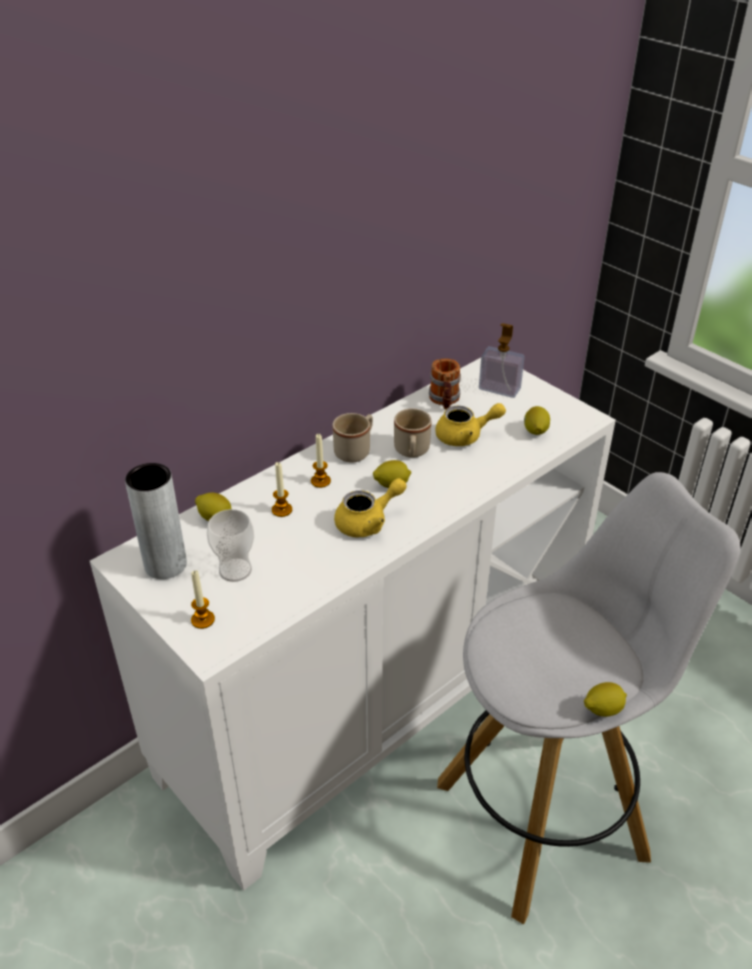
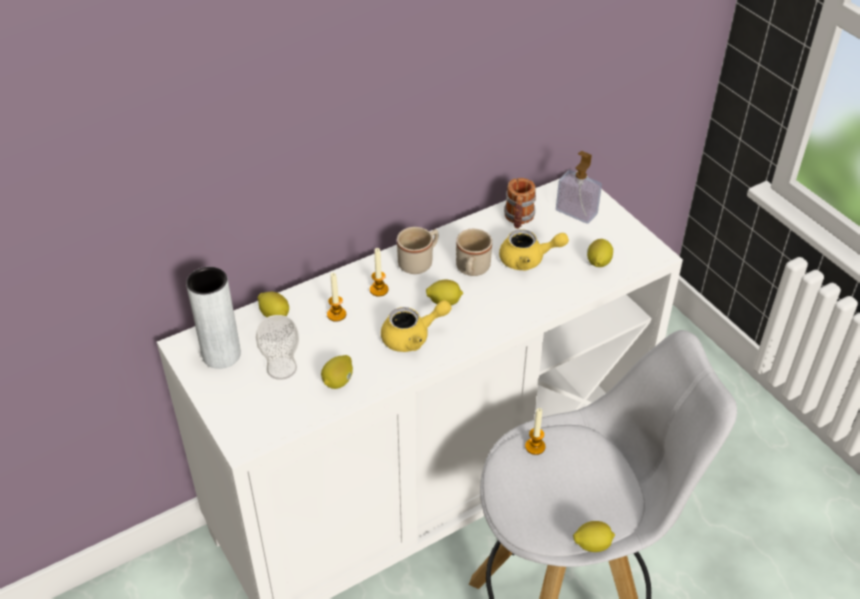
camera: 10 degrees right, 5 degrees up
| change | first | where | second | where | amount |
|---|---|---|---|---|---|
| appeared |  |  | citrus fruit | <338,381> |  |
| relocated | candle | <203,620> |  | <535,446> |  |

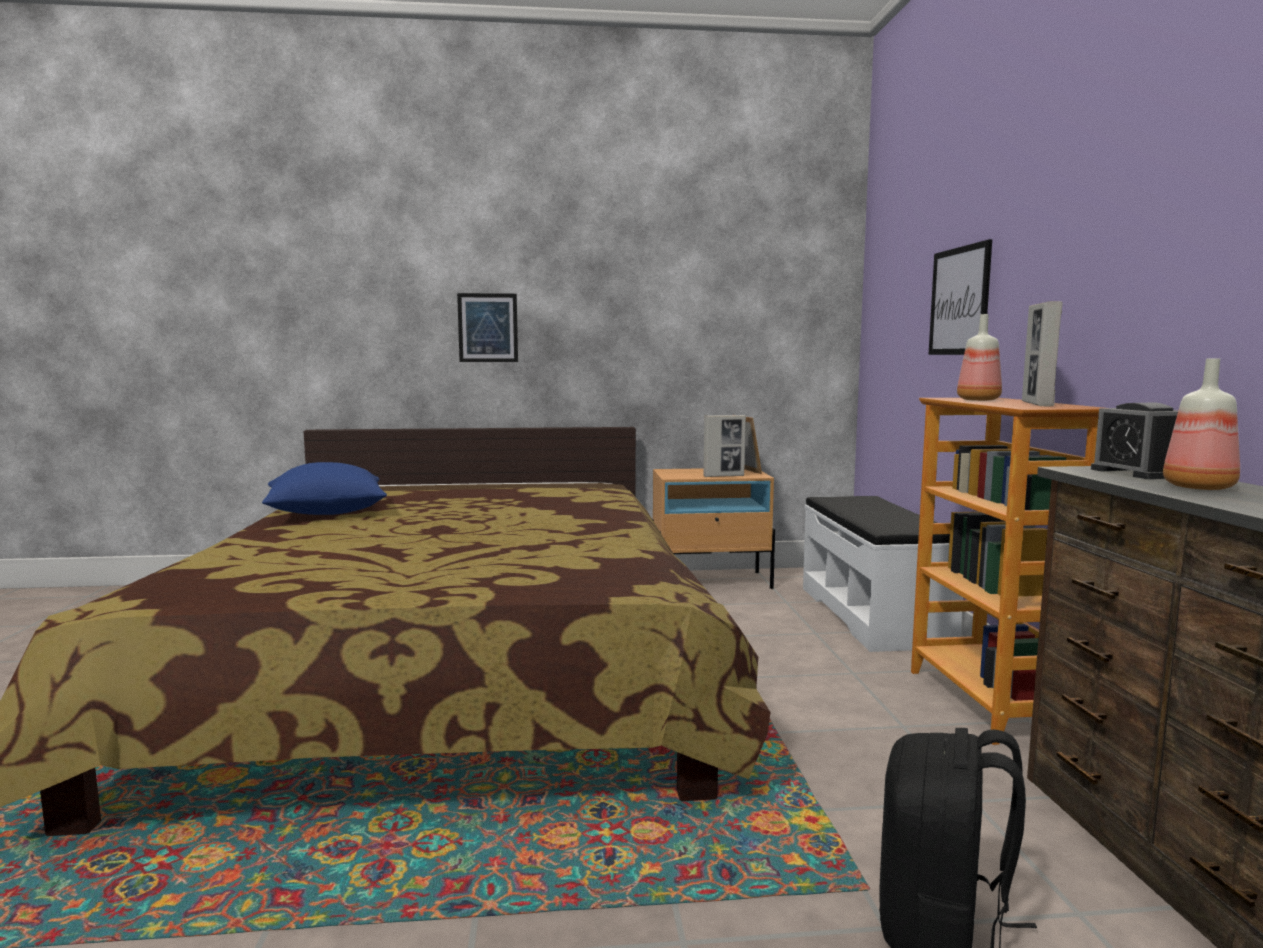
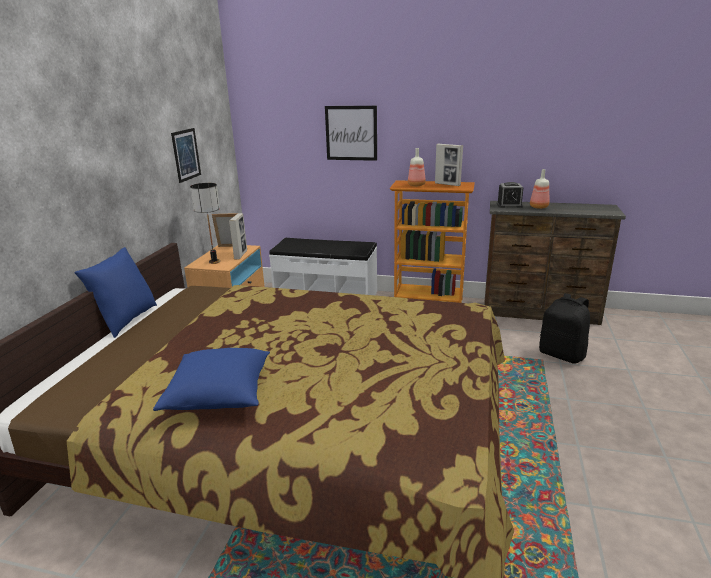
camera: 70 degrees left, 15 degrees up
| change | first | where | second | where | amount |
|---|---|---|---|---|---|
| appeared |  |  | blue-coloured pillow | <126,320> |  |
| relocated | picture | <488,328> |  | <186,155> |  |
| appeared |  |  | lamp for a table | <214,262> |  |

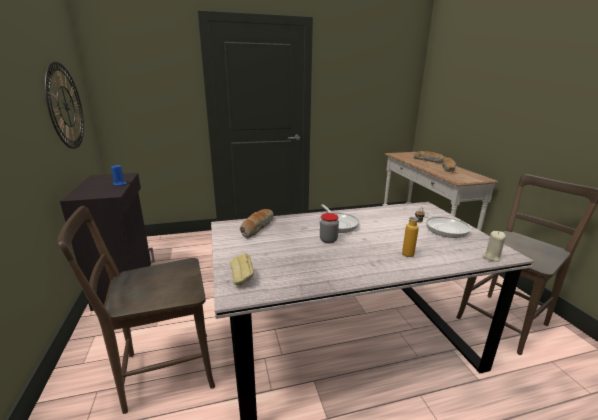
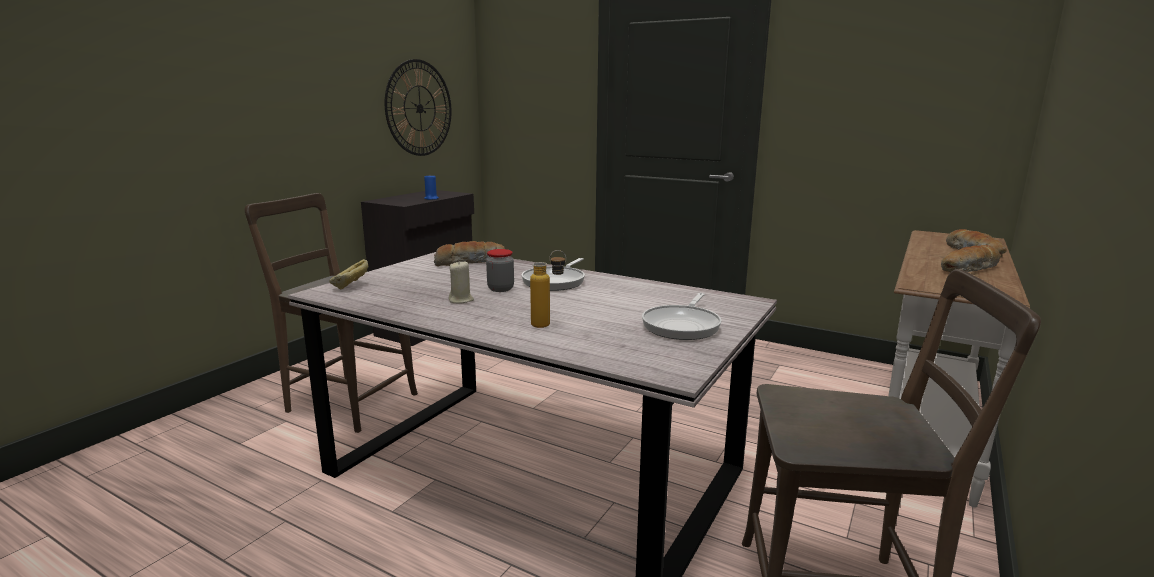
camera: 45 degrees right, 5 degrees down
| change | first | where | second | where | amount |
|---|---|---|---|---|---|
| relocated | beige-coloured candle | <491,257> |  | <461,300> |  |

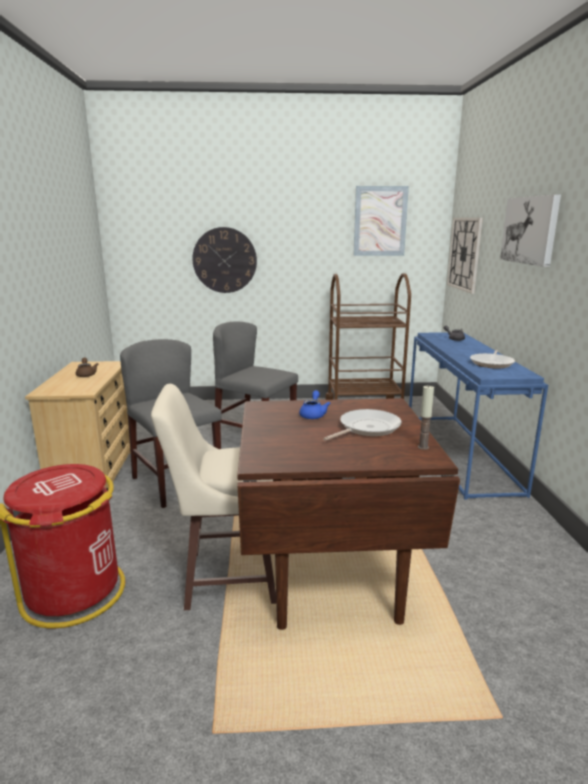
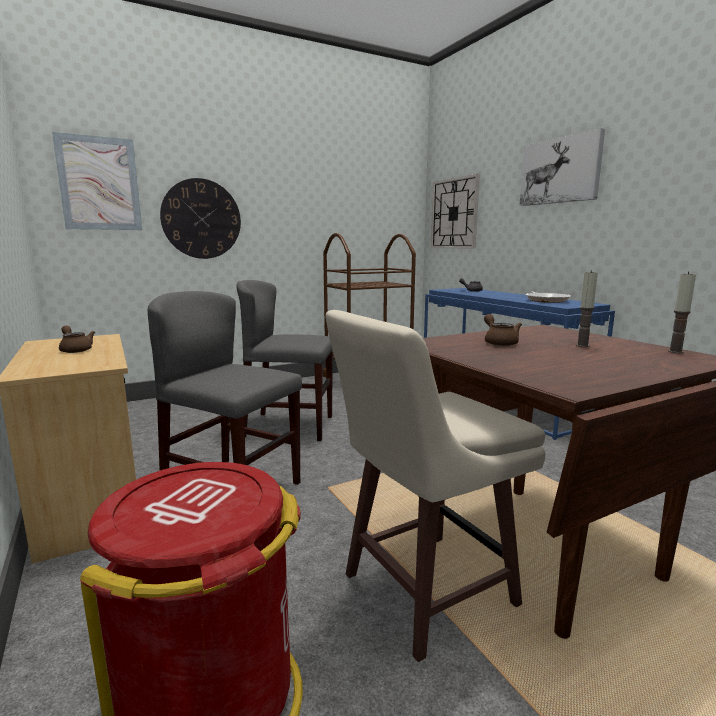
camera: 25 degrees left, 5 degrees down
| change | first | where | second | where | amount |
|---|---|---|---|---|---|
| relocated | picture | <380,221> |  | <99,184> |  |
| colour | blue-coloured teapot | <313,414> | brown-coloured teapot | <499,342> |  |
| exchanged | skillet | <366,428> | candle | <582,345> |  |

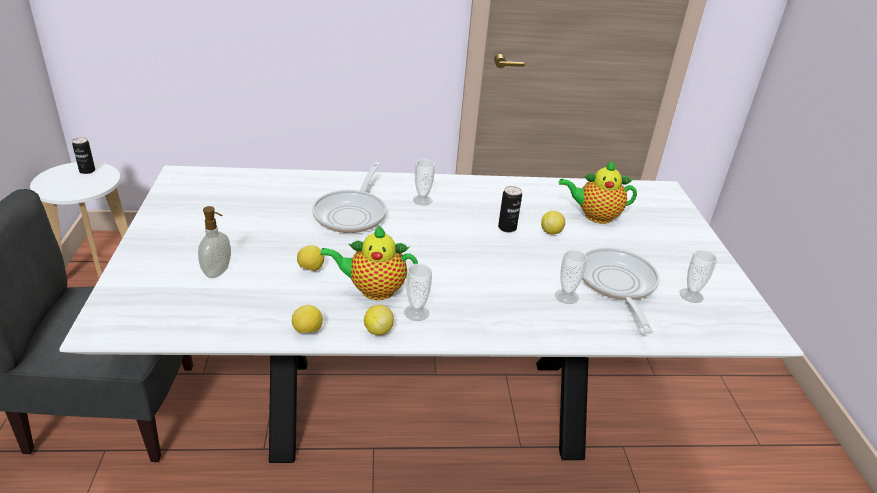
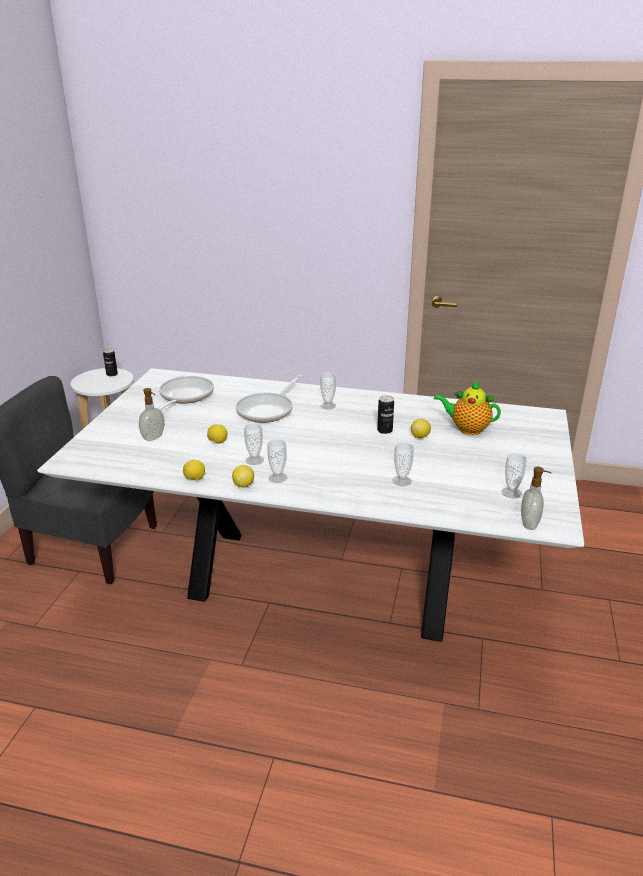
camera: 20 degrees right, 5 degrees down
| change | first | where | second | where | amount |
|---|---|---|---|---|---|
| relocated | skillet | <617,285> |  | <184,396> |  |
| exchanged | teapot | <373,290> | small cup | <254,460> |  |
| appeared |  |  | soap dispenser | <530,524> |  |

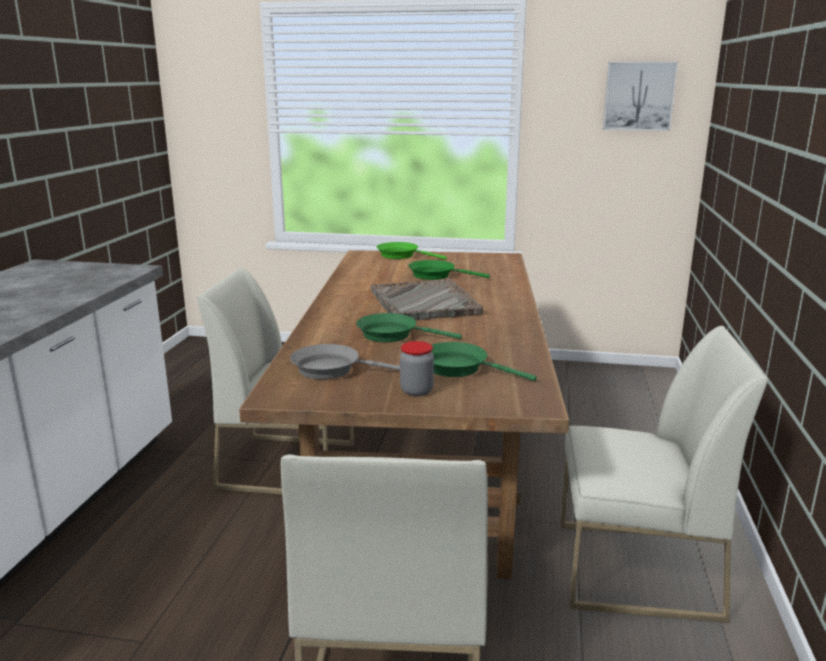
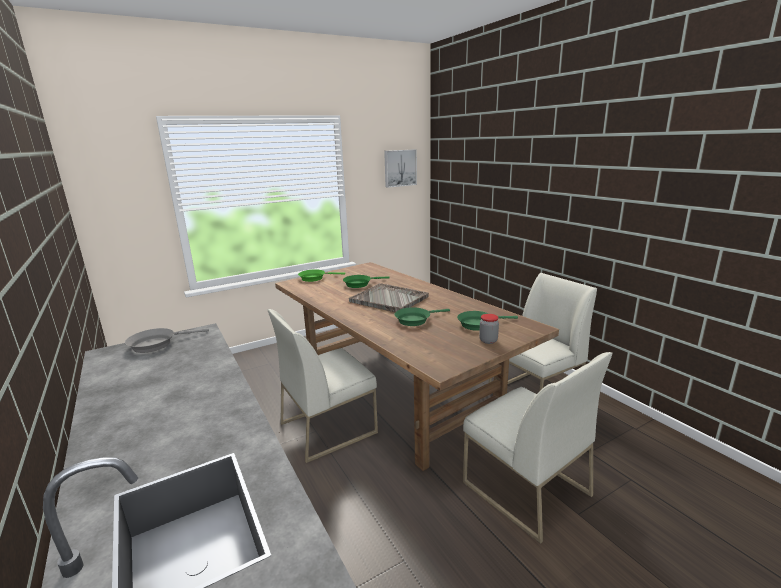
camera: 40 degrees left, 0 degrees up
| change | first | where | second | where | amount |
|---|---|---|---|---|---|
| relocated | grey skillet | <332,369> |  | <156,344> |  |

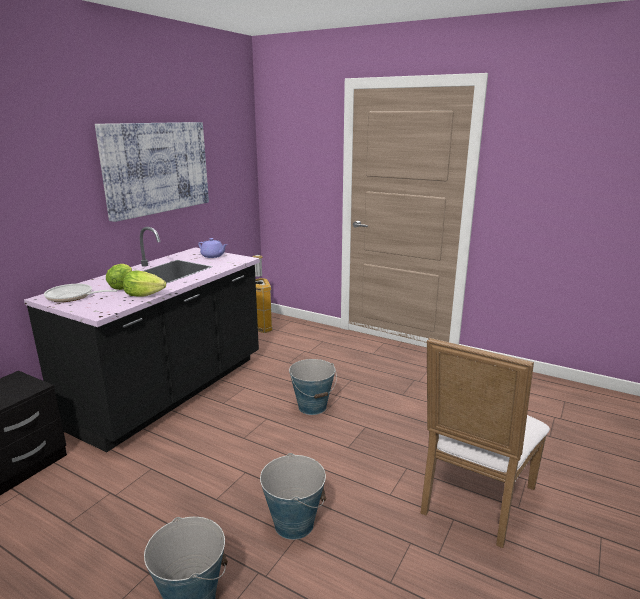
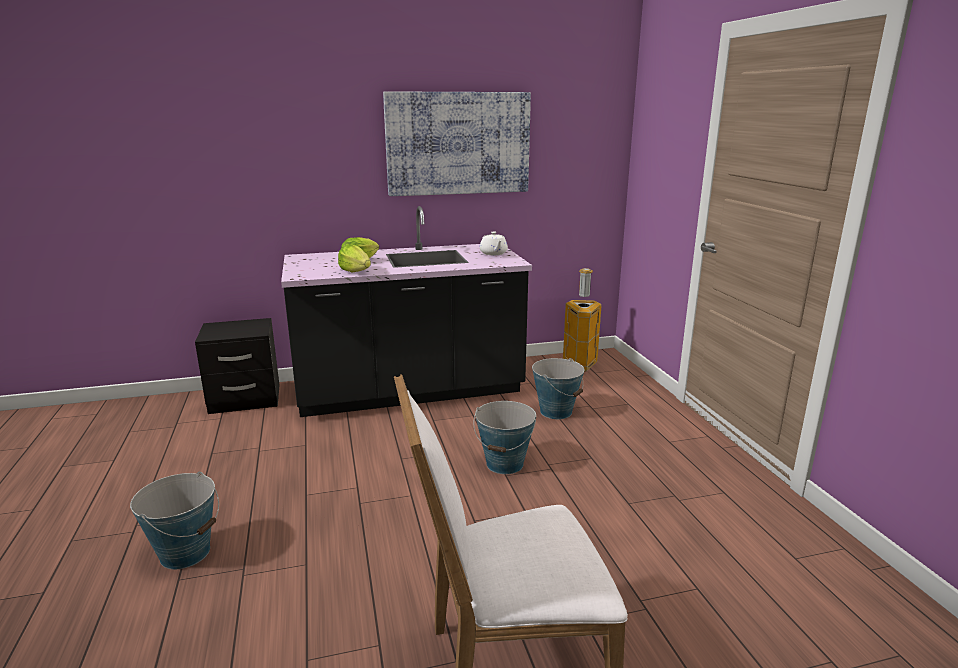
camera: 45 degrees right, 0 degrees up
| change | first | where | second | where | amount |
|---|---|---|---|---|---|
| colour | purple-coloured teapot | <213,256> | whitish teapot | <493,253> |  |
| relocated | bucket | <294,523> |  | <556,411> |  |
| missing | skillet | <73,297> |  |  |  |

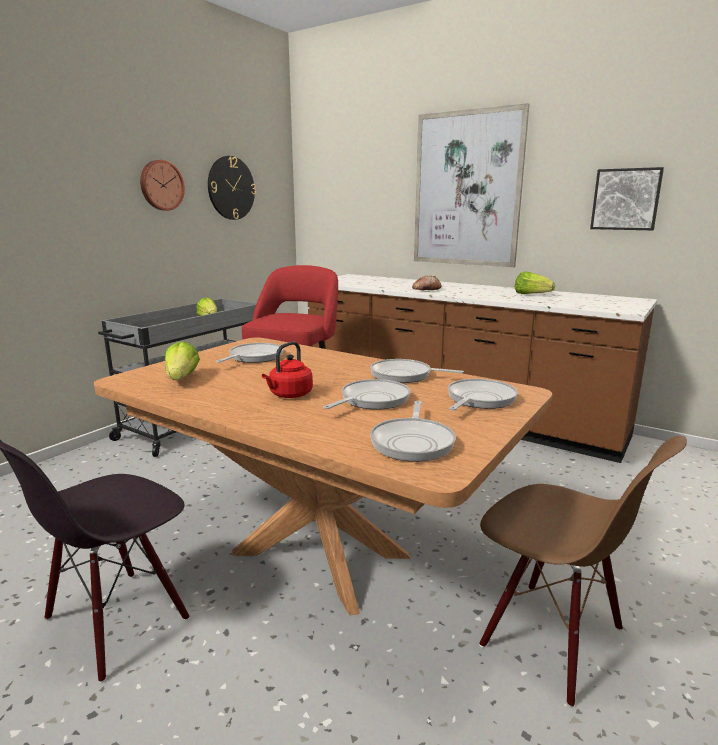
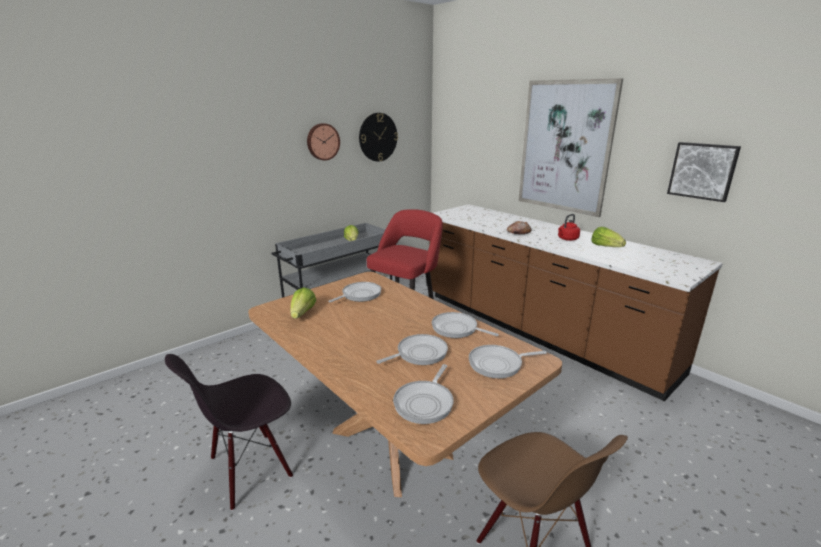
camera: 15 degrees right, 5 degrees up
| change | first | where | second | where | amount |
|---|---|---|---|---|---|
| spun | skillet | <479,399> |  | <498,364> | 150 degrees counterclockwise |
| relocated | red tea kettle | <289,395> |  | <567,239> |  |

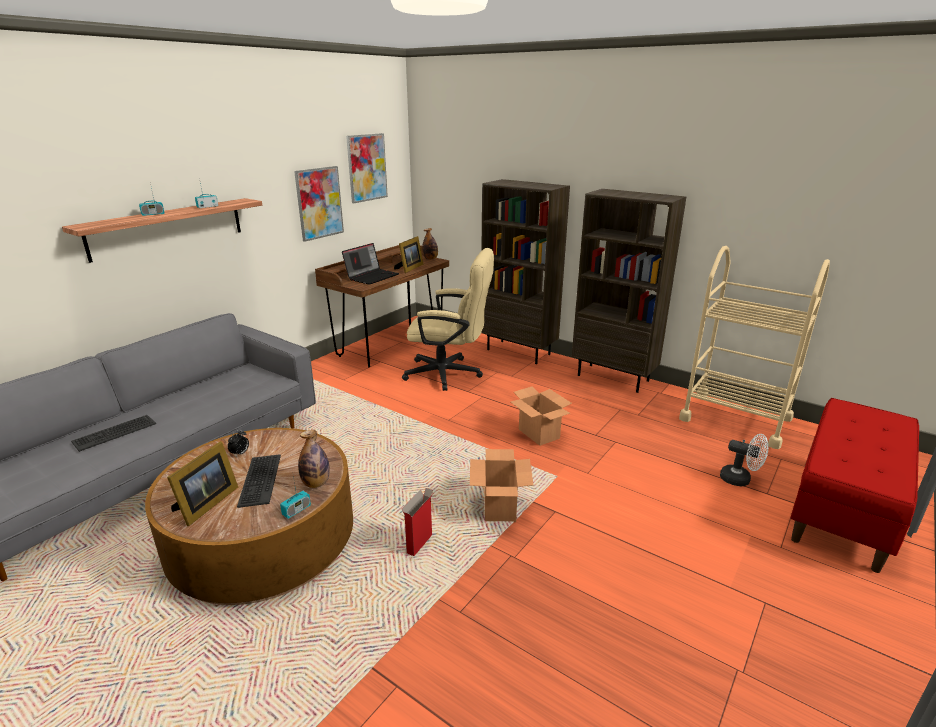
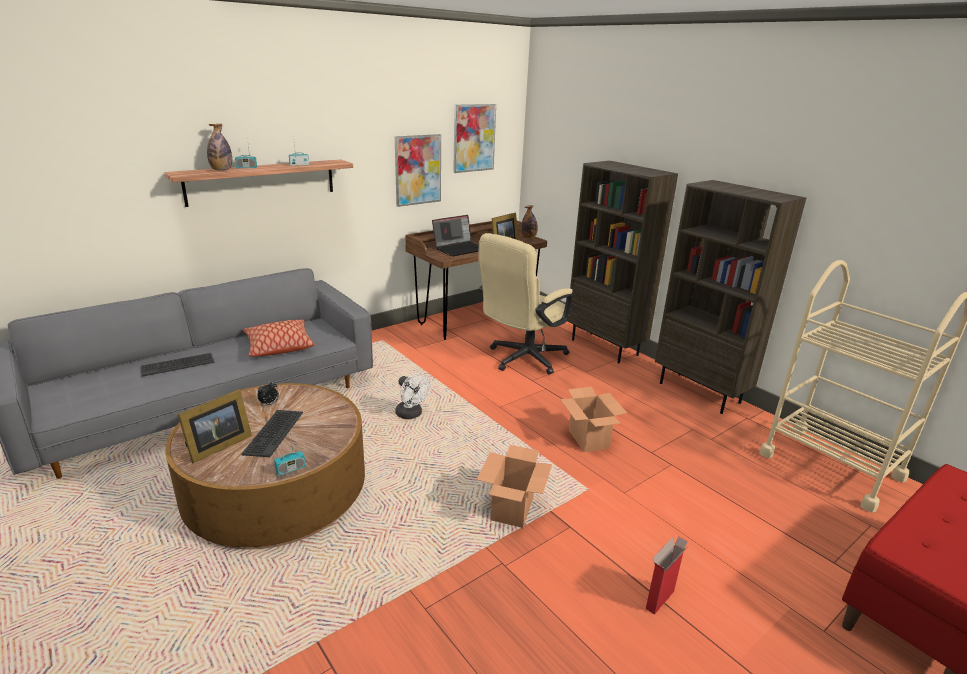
camera: 15 degrees right, 0 degrees up
| change | first | where | second | where | amount |
|---|---|---|---|---|---|
| relocated | drink bottle | <316,483> |  | <221,170> |  |
| appeared |  |  | pillow | <279,346> |  |
| relocated | whitish fan | <740,480> |  | <411,415> |  |
| spun | beige-coloured office chair | <450,374> |  | <522,359> | 105 degrees clockwise |
| relocated | carton | <420,544> |  | <660,599> |  |

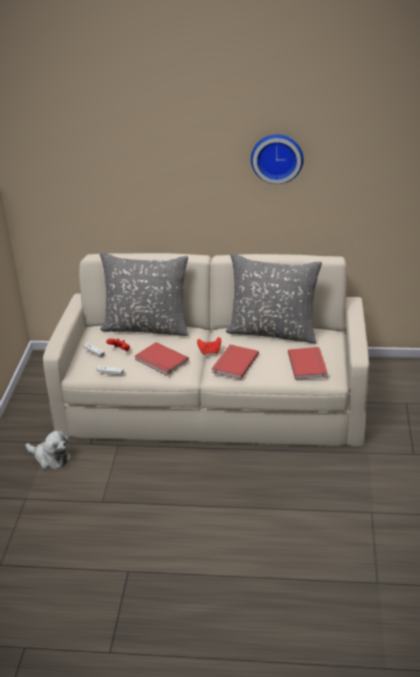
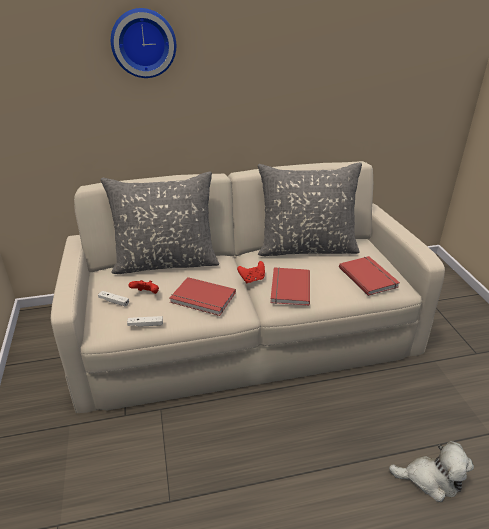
camera: 20 degrees left, 0 degrees up
| change | first | where | second | where | amount |
|---|---|---|---|---|---|
| relocated | wall clock | <277,157> |  | <143,43> |  |
| relocated | soft toy | <50,458> |  | <431,479> |  |

